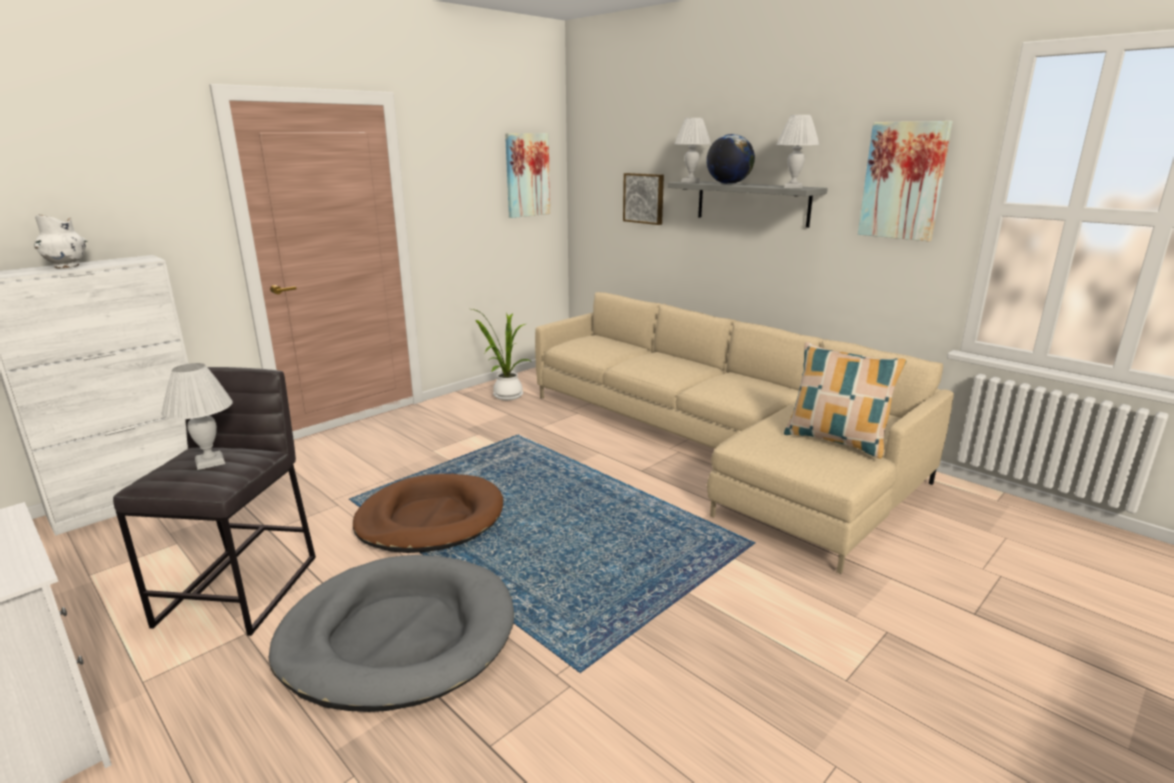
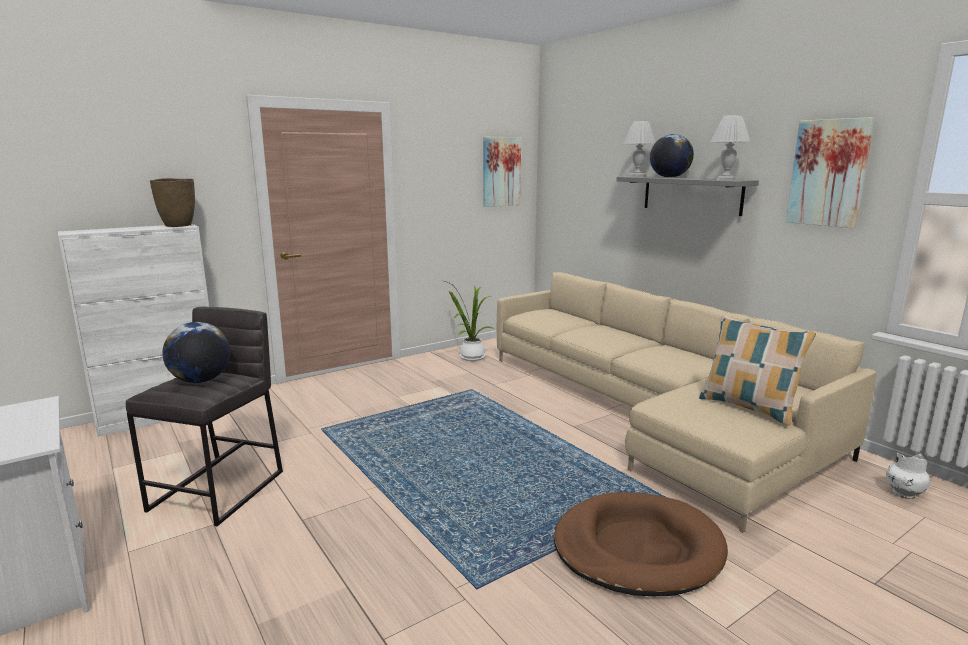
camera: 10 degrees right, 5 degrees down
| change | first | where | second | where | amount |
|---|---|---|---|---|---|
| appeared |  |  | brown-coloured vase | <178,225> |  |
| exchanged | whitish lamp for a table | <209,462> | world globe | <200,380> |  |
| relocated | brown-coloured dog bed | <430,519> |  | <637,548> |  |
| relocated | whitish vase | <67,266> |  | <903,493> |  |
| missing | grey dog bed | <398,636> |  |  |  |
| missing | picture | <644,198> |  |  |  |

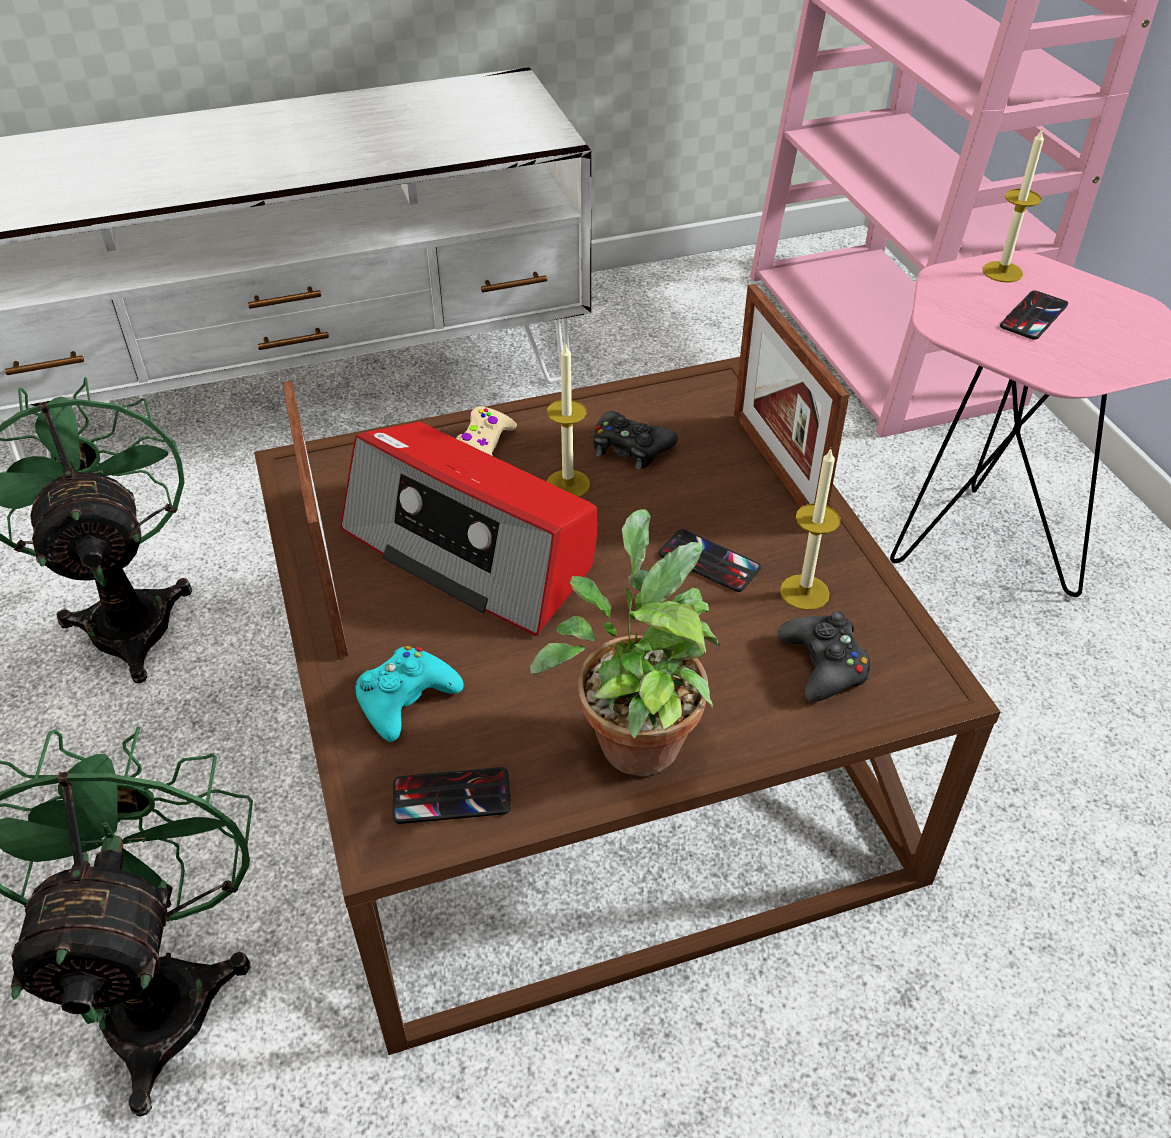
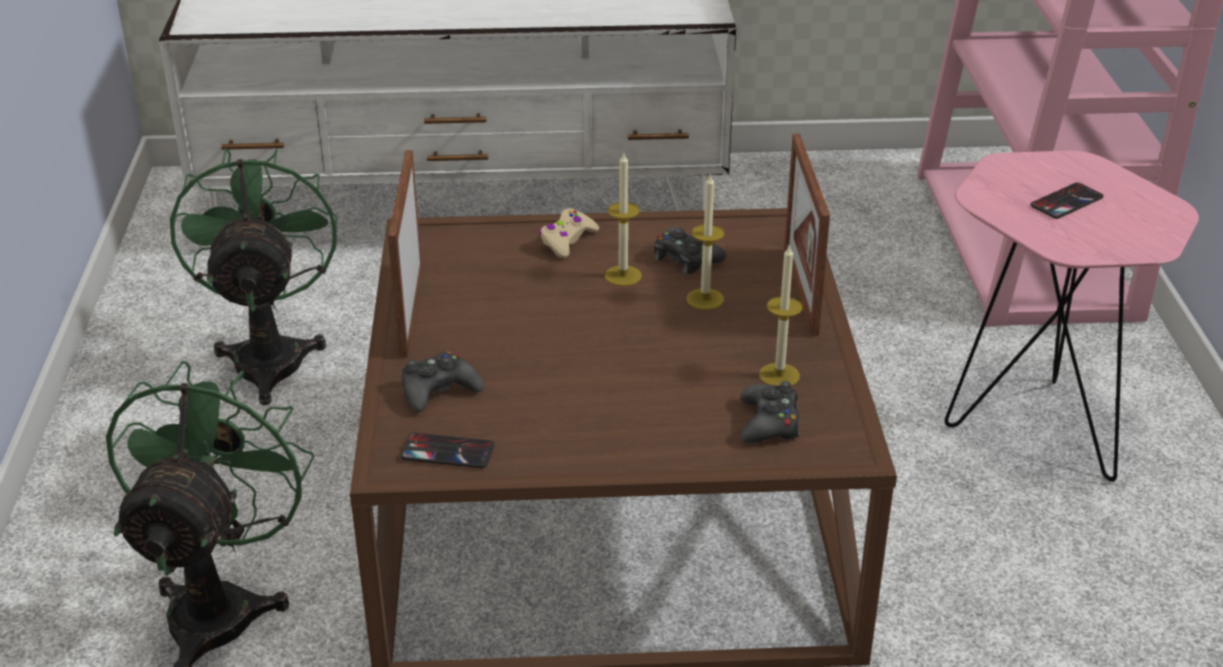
camera: 15 degrees right, 10 degrees down
| change | first | where | second | where | amount |
|---|---|---|---|---|---|
| colour | blue-green game controller | <405,699> | blackish game controller | <438,391> |  |
| relocated | candle | <1002,272> |  | <705,299> |  |
| missing | radio set | <472,549> |  |  |  |
| missing | plant in a pot | <634,735> |  |  |  |
| missing | handset | <709,561> |  |  |  |

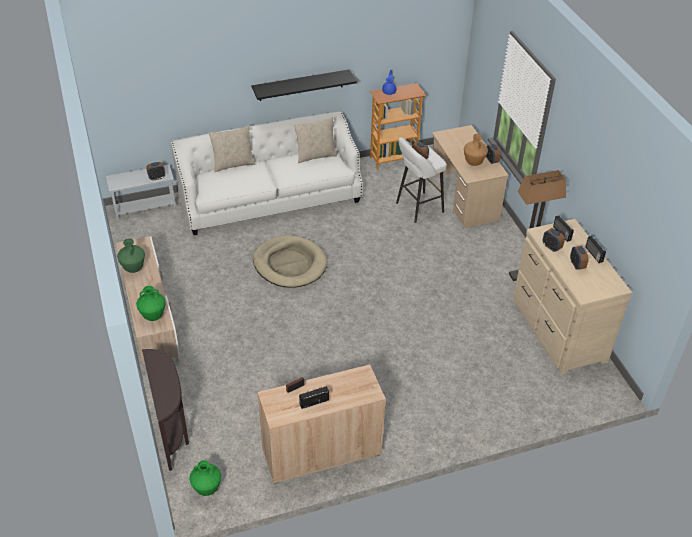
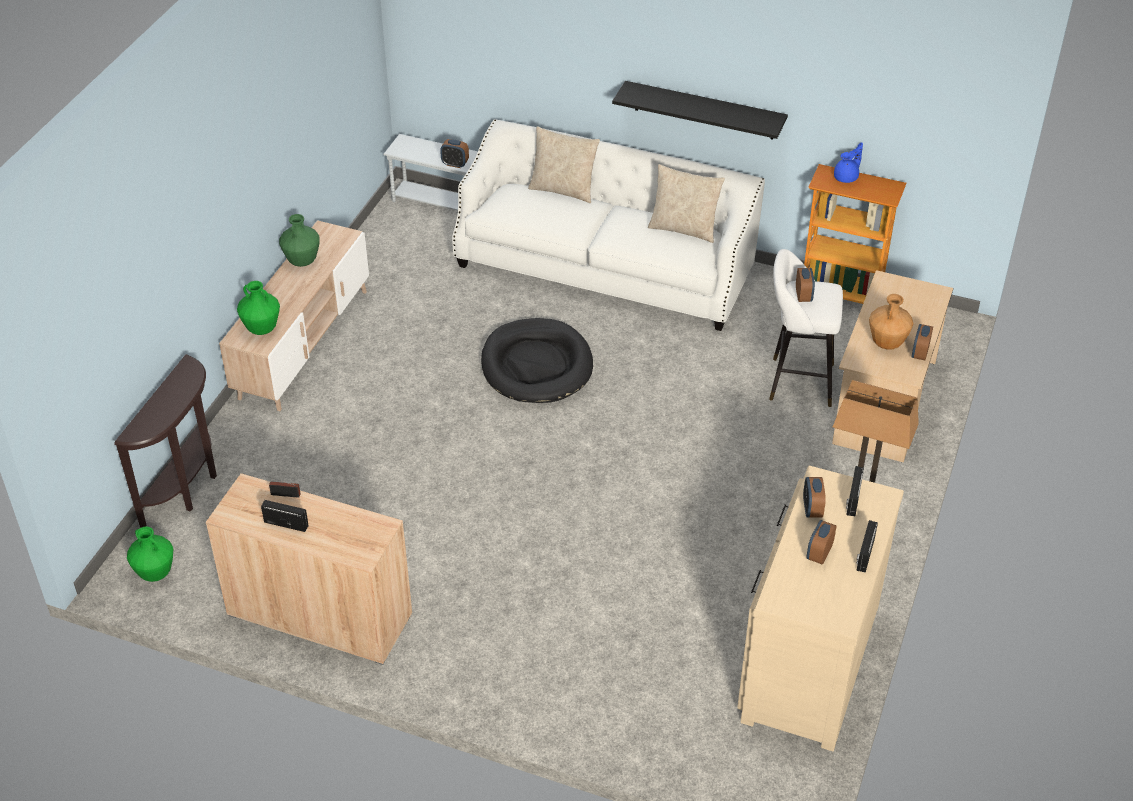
camera: 40 degrees right, 0 degrees up
| change | first | where | second | where | amount |
|---|---|---|---|---|---|
| colour | beige-coloured dog bed | <290,264> | blackish dog bed | <536,365> |  |

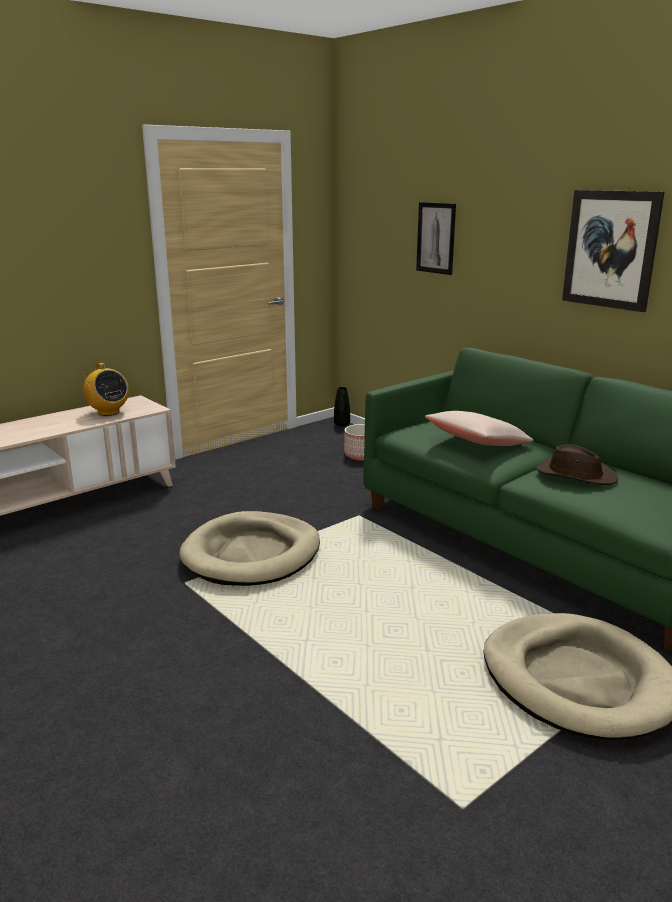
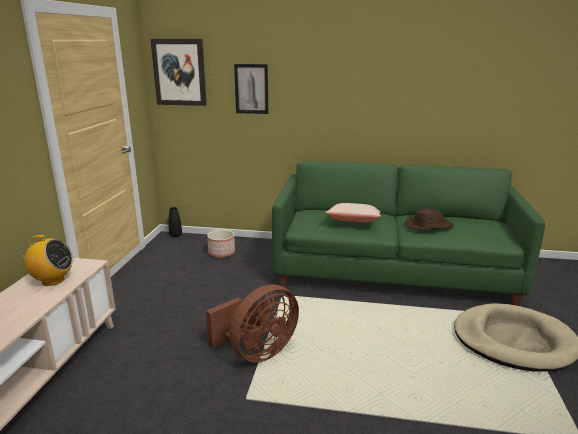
camera: 40 degrees left, 0 degrees up
| change | first | where | second | where | amount |
|---|---|---|---|---|---|
| relocated | picture | <611,249> |  | <179,72> |  |
| exchanged | beige-coloured dog bed | <252,554> | brown-coloured fan | <257,352> |  |

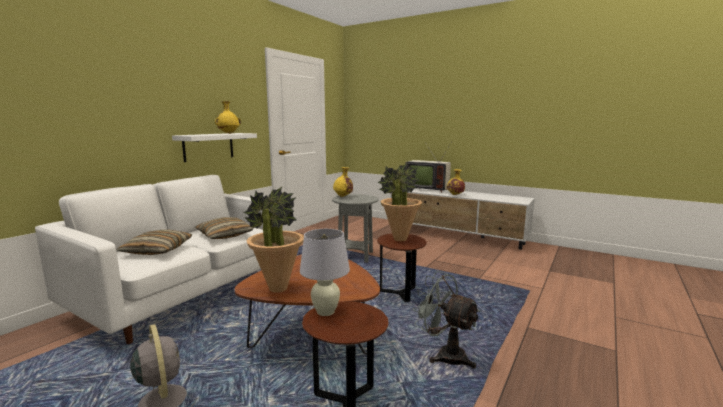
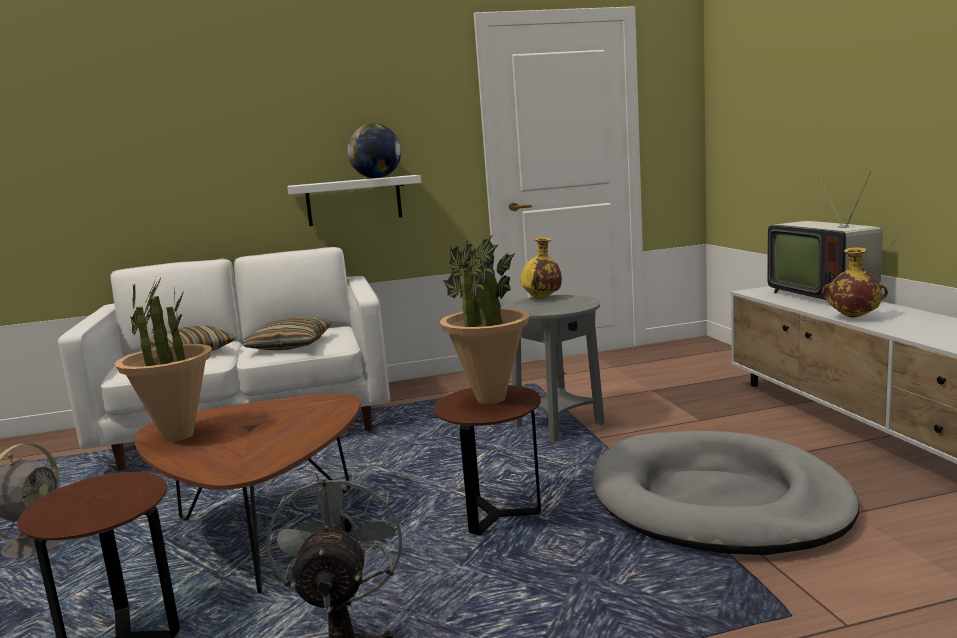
camera: 45 degrees right, 0 degrees up
| change | first | where | second | where | amount |
|---|---|---|---|---|---|
| exchanged | yellow-coloured vase | <229,133> | world globe | <377,178> |  |
| appeared |  |  | grey dog bed | <717,501> |  |
| missing | whitish lamp for a table | <325,312> |  |  |  |

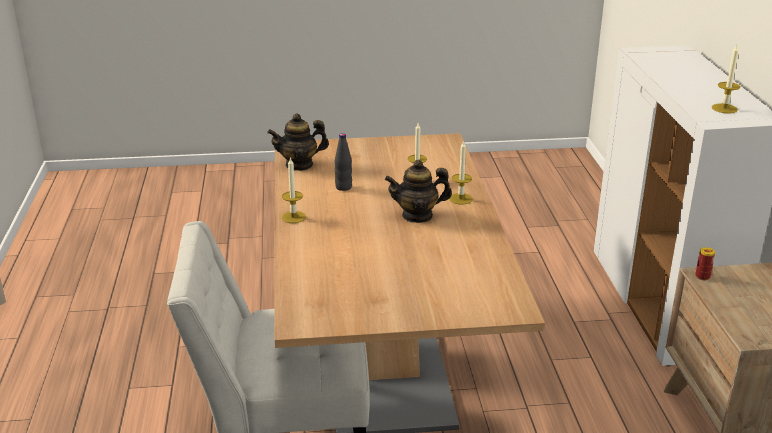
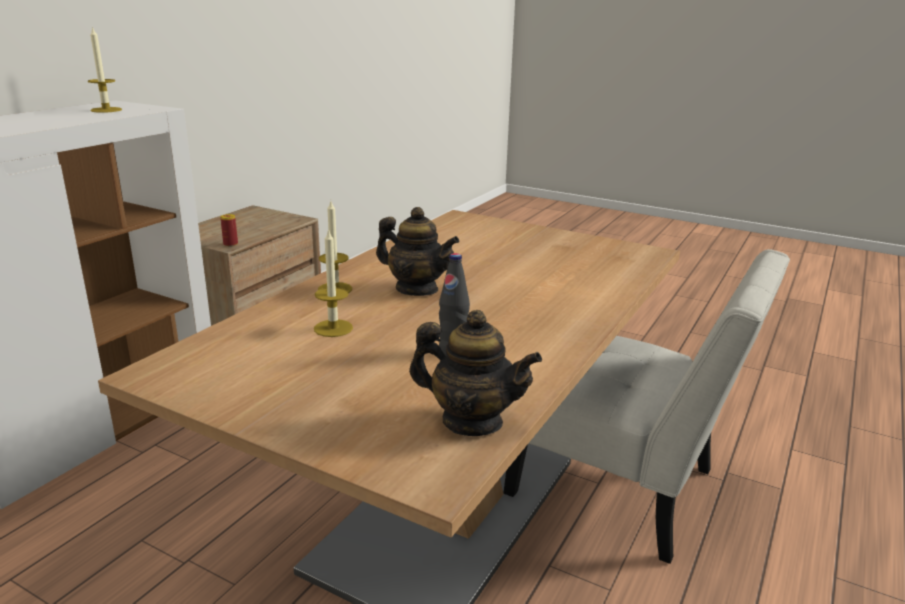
camera: 145 degrees left, 5 degrees down
| change | first | where | second | where | amount |
|---|---|---|---|---|---|
| missing | candle | <293,217> |  |  |  |

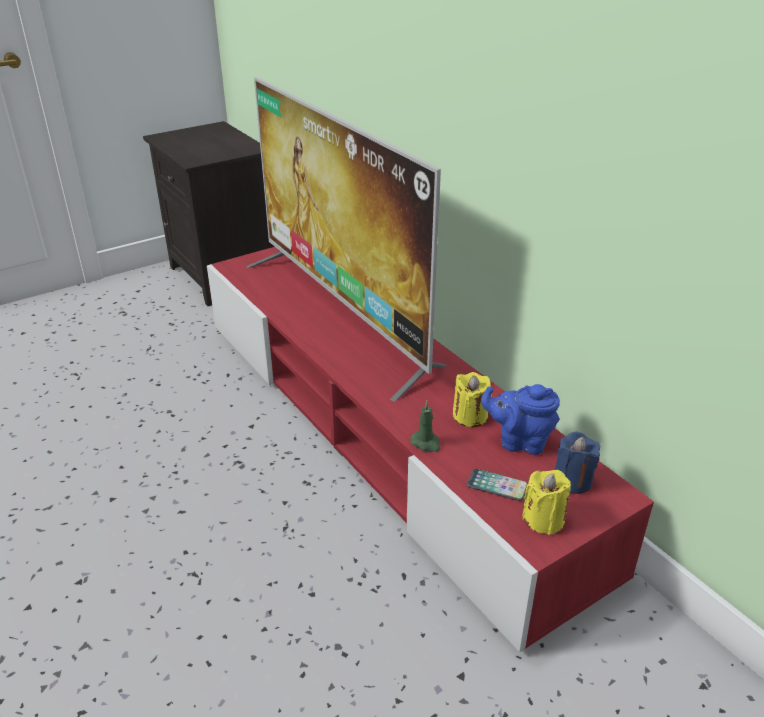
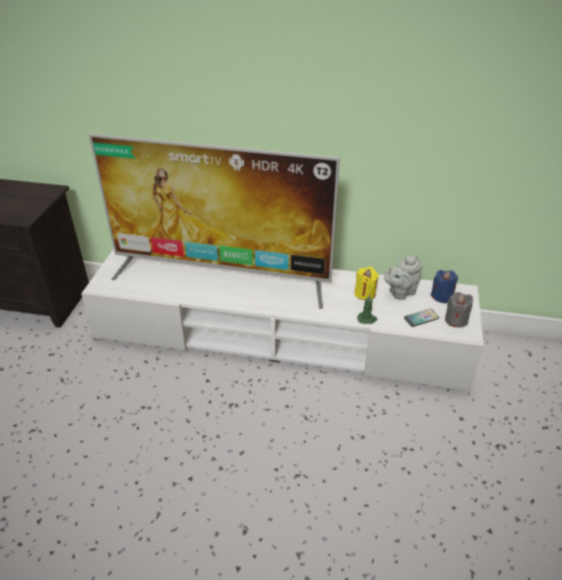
camera: 45 degrees left, 5 degrees up
| change | first | where | second | where | amount |
|---|---|---|---|---|---|
| colour | red media console | <382,432> | whitish media console | <281,336> |  |
| colour | blue-coloured teapot | <519,441> | grey teapot | <400,292> |  |
| colour | yellow-coloured candle | <543,519> | grey candle | <456,320> |  |

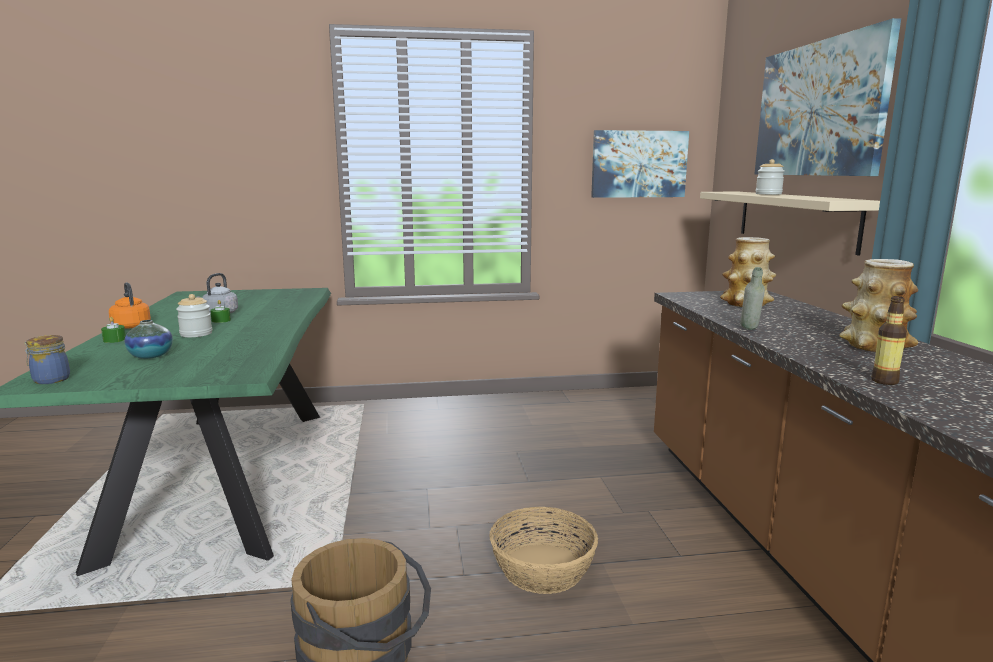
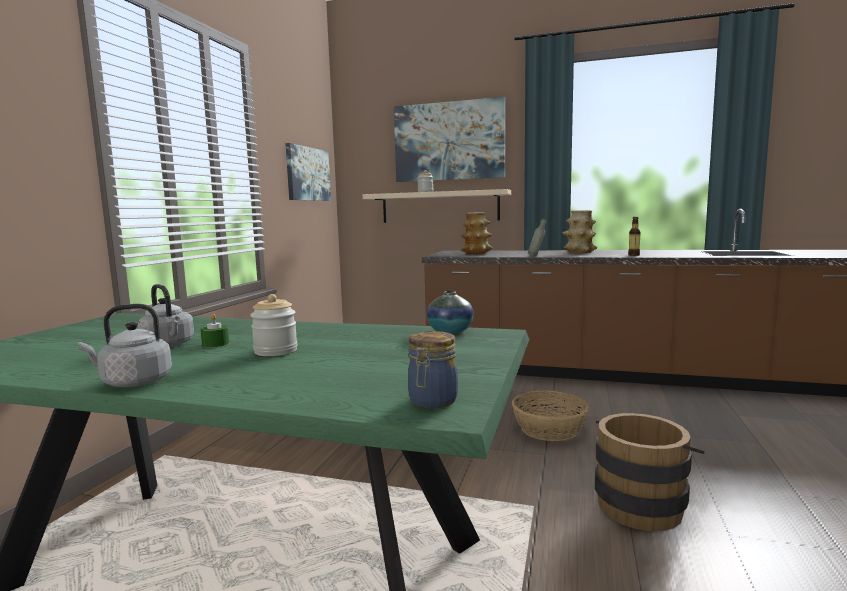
camera: 65 degrees left, 5 degrees down
| change | first | where | second | where | amount |
|---|---|---|---|---|---|
| colour | orange-coloured tea kettle | <131,326> | grey tea kettle | <133,382> |  |
| relocated | vase | <151,356> |  | <450,331> |  |
| missing | green candle | <114,340> |  |  |  |

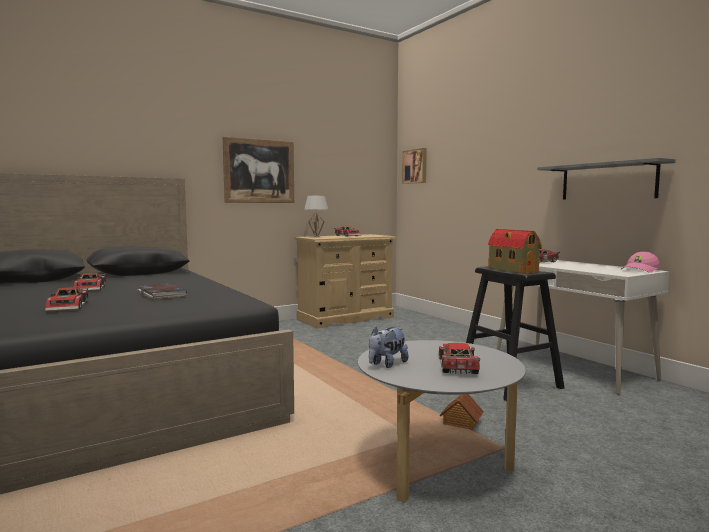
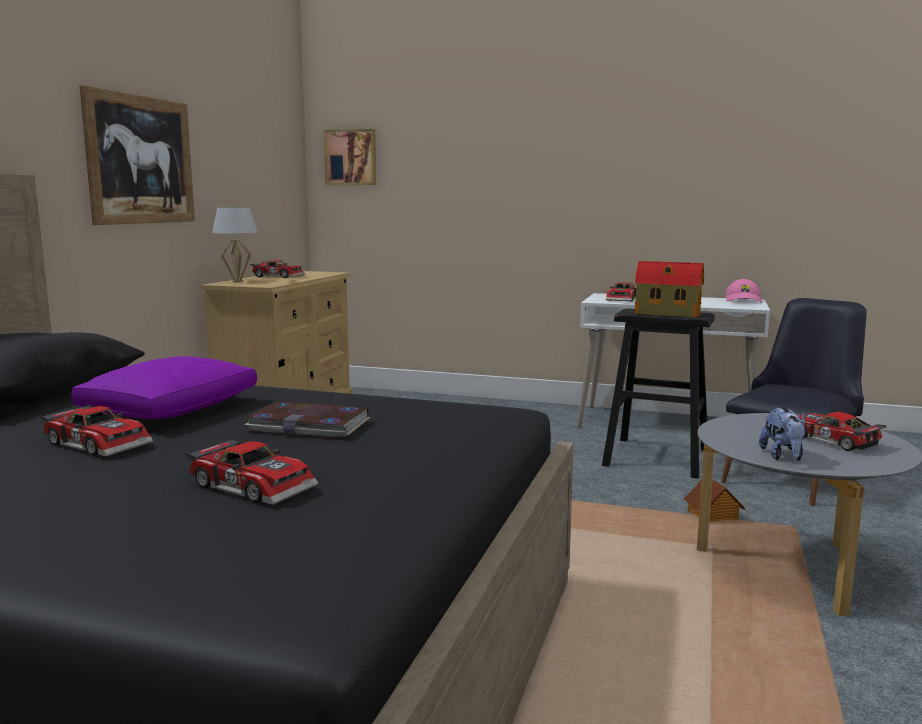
camera: 40 degrees left, 5 degrees up
| change | first | where | second | where | amount |
|---|---|---|---|---|---|
| appeared |  |  | purple-coloured pillow | <172,409> |  |
| appeared |  |  | blackish upright chair | <791,478> |  |
| missing | grey wall shelf | <607,181> |  |  |  |

